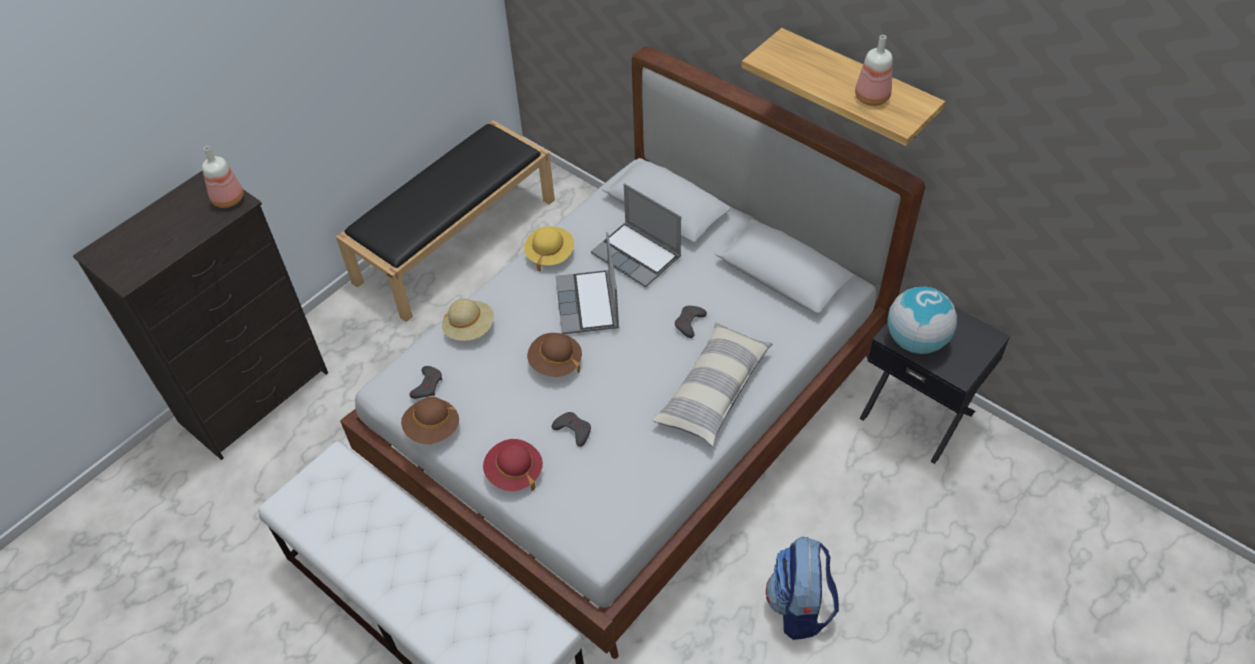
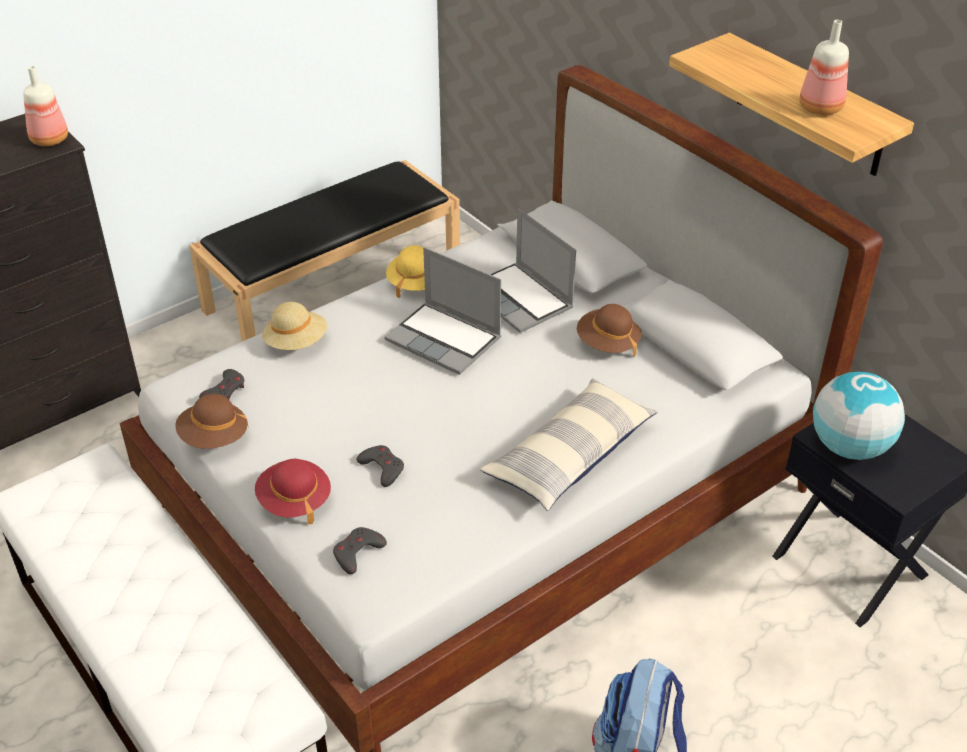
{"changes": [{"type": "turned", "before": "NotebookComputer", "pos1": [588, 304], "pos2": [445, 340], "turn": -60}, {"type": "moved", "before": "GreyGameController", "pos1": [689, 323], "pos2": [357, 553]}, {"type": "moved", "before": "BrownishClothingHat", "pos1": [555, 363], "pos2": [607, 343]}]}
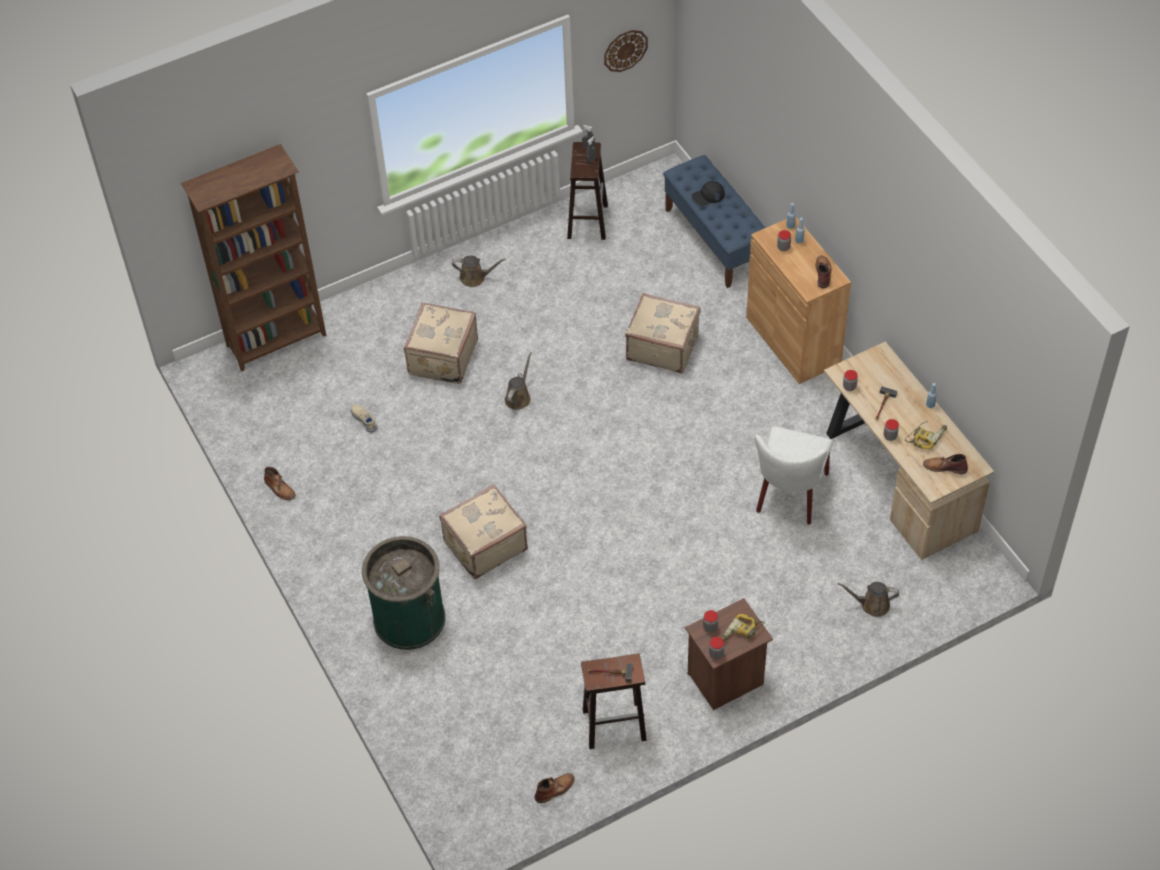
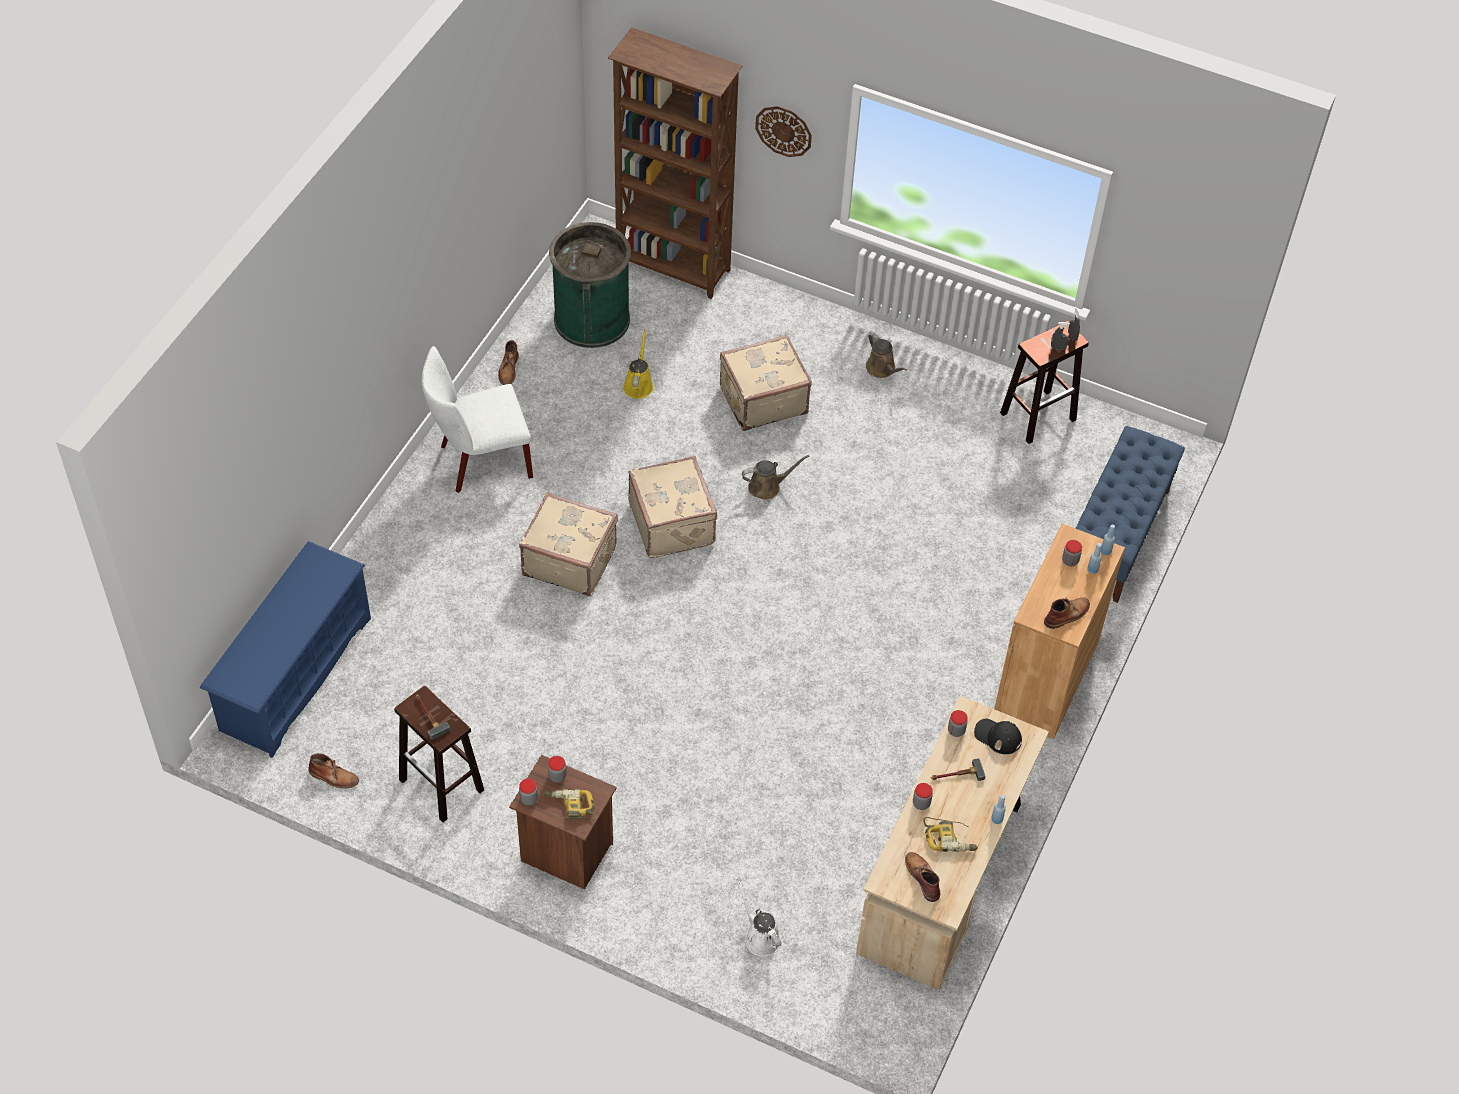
{"changes": [{"type": "moved", "before": "ClockOnTheWall", "pos1": [625, 50], "pos2": [783, 131]}, {"type": "moved", "before": "BlackishPeakedCap", "pos1": [708, 196], "pos2": [997, 736]}, {"type": "moved", "before": "BeigeColouredTravelCase", "pos1": [662, 346], "pos2": [673, 523]}, {"type": "replaced", "before": "BeigeColouredItemOfFootwear", "after": "YellowishWateringPot", "pos1": [364, 419], "pos2": [638, 384]}, {"type": "moved", "before": "WhiteColouredChair", "pos1": [790, 496], "pos2": [480, 461]}, {"type": "moved", "before": "GreenTrashCan", "pos1": [409, 618], "pos2": [592, 319]}, {"type": "recoloured", "before": "BrownishWateringPot", "after": "WhiteColouredWateringPot", "pos1": [872, 605], "pos2": [760, 937]}, {"type": "added", "after": "BluishShoeShelf", "pos2": [295, 674]}]}
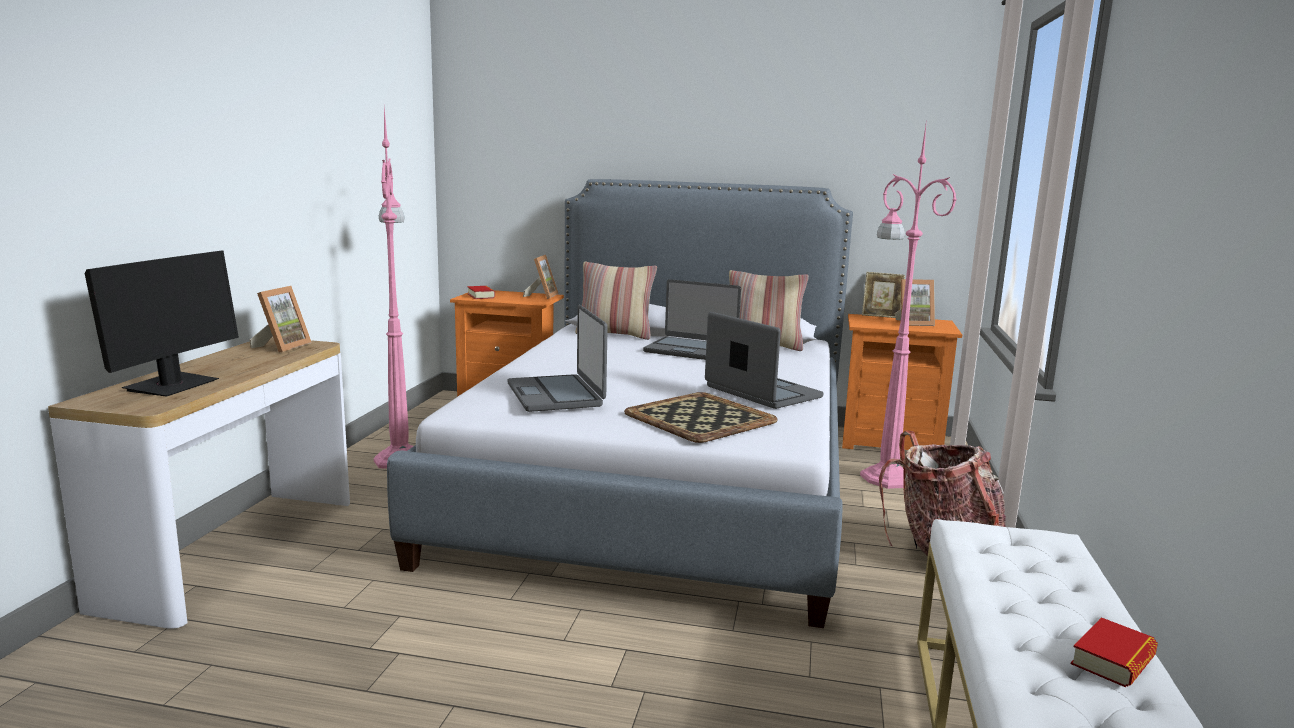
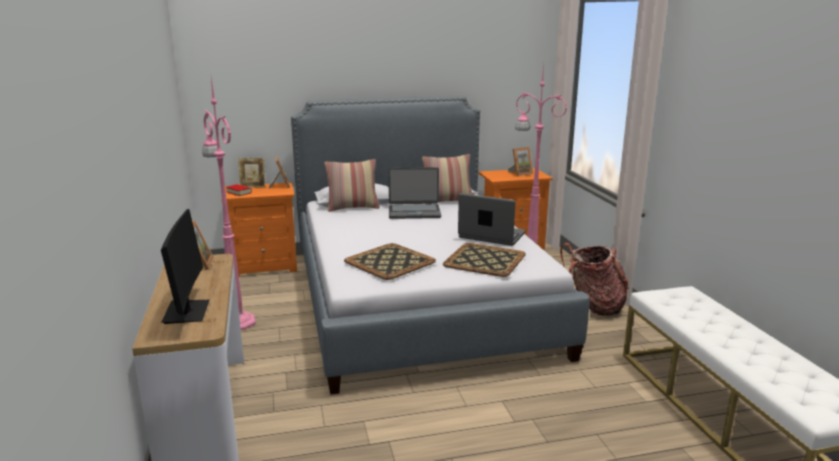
{"changes": [{"type": "moved", "before": "StandingFrame", "pos1": [881, 315], "pos2": [253, 186]}, {"type": "replaced", "before": "NotebookComputer", "after": "ServingTray", "pos1": [556, 395], "pos2": [391, 261]}, {"type": "removed", "before": "Book", "pos1": [1113, 660]}]}
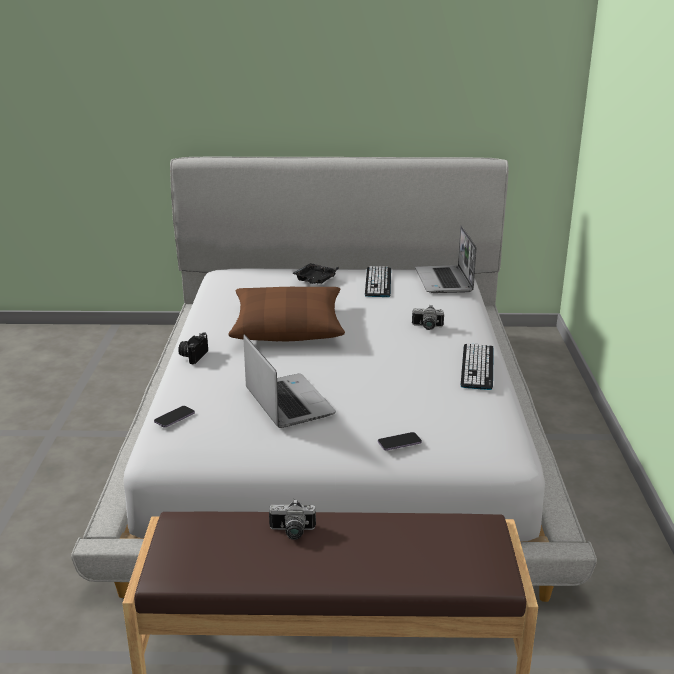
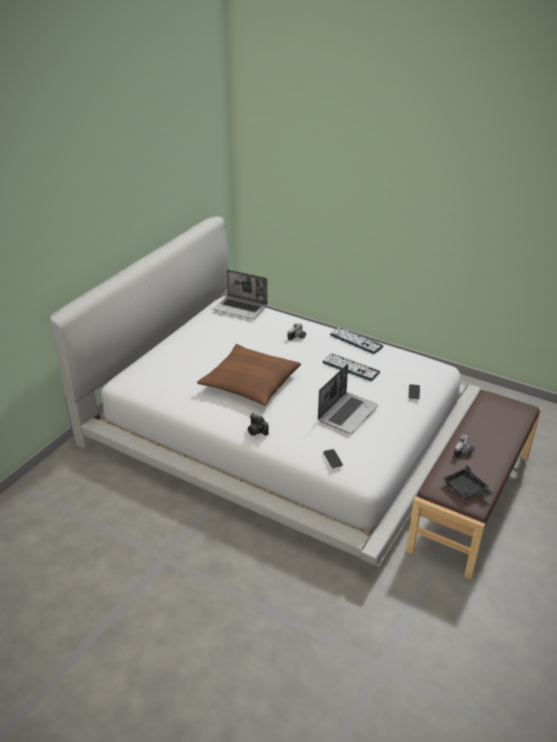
{"changes": [{"type": "moved", "before": "BlackishServingTray", "pos1": [314, 280], "pos2": [466, 489]}, {"type": "moved", "before": "ComputerKeyboard", "pos1": [378, 282], "pos2": [350, 367]}, {"type": "turned", "before": "NotebookComputer", "pos1": [287, 402], "pos2": [347, 413], "turn": 120}]}
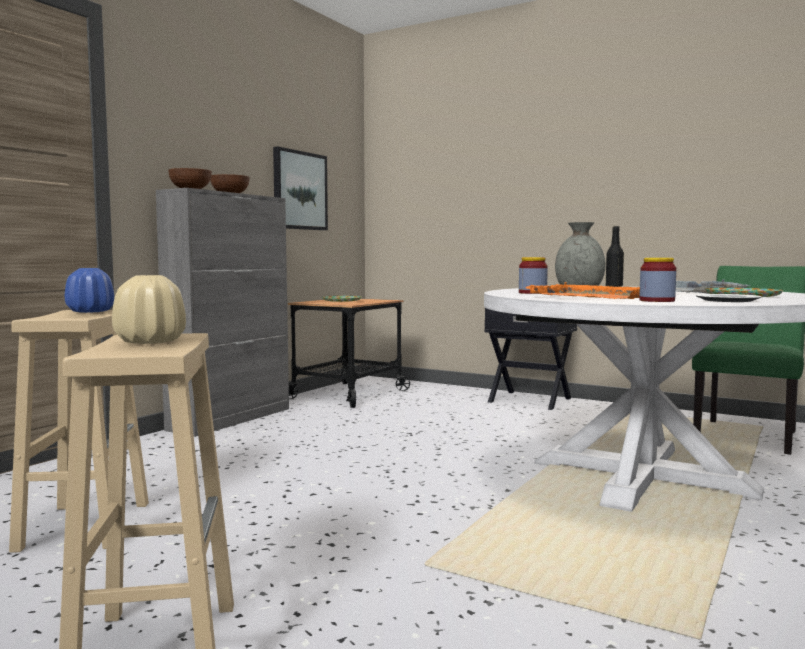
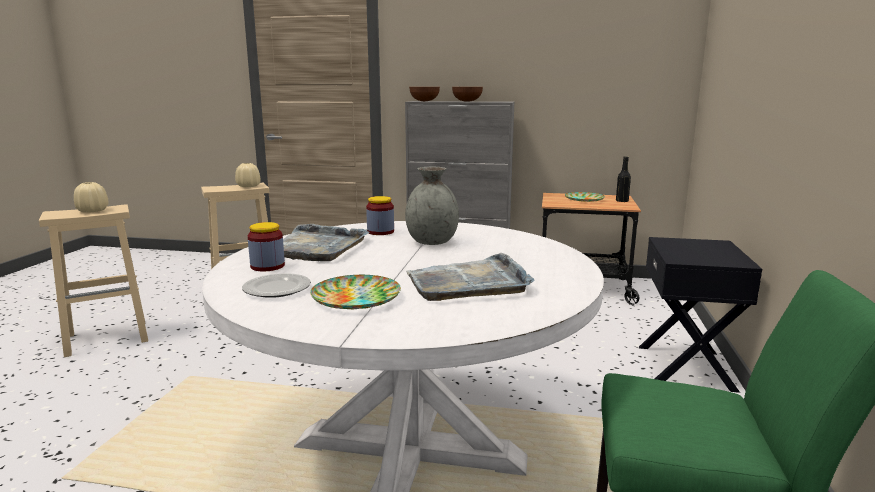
{"changes": [{"type": "removed", "before": "WallArt", "pos1": [299, 190]}, {"type": "moved", "before": "BlackishDrinkBottle", "pos1": [614, 286], "pos2": [622, 201]}, {"type": "recoloured", "before": "BluishDecorativeVase", "after": "BeigeColouredDecorativeVase", "pos1": [91, 312], "pos2": [248, 186]}, {"type": "recoloured", "before": "OrangeColouredServingTray", "after": "GreyServingTray", "pos1": [587, 297], "pos2": [317, 247]}]}
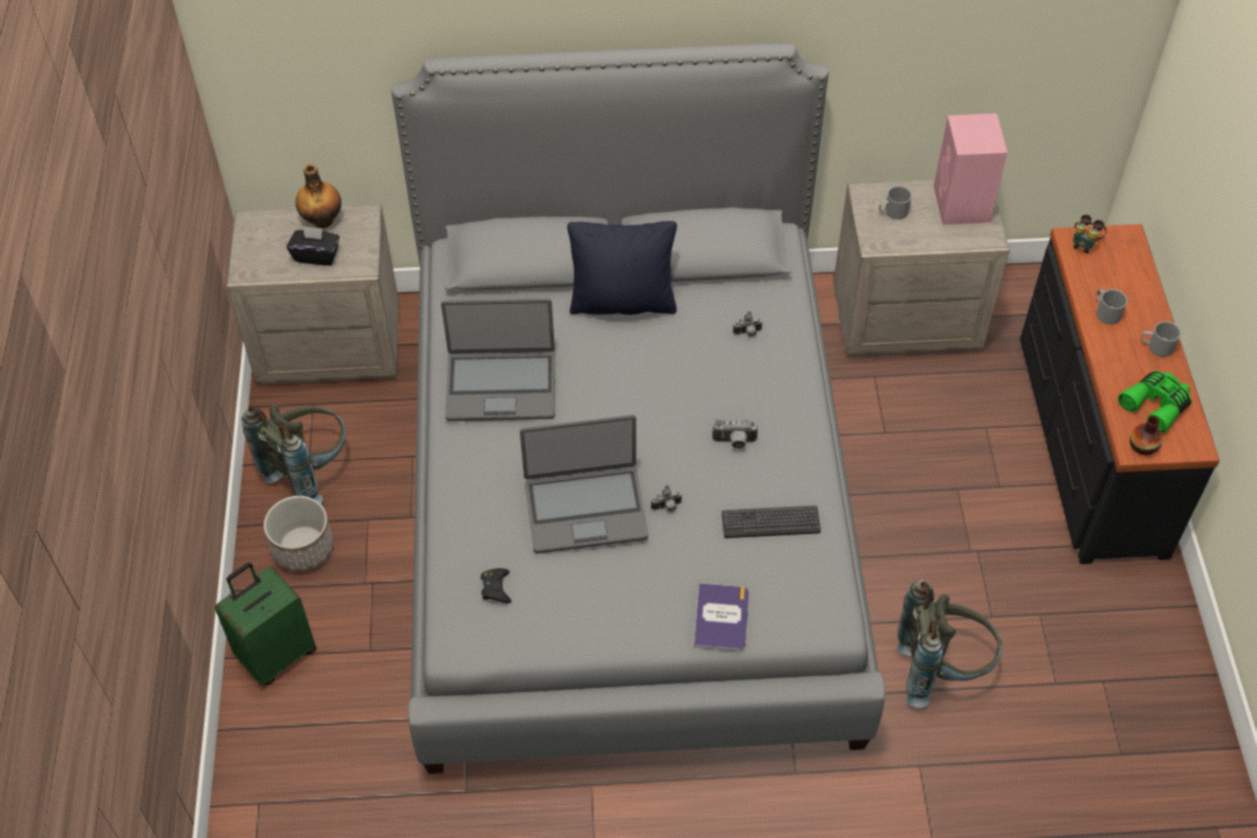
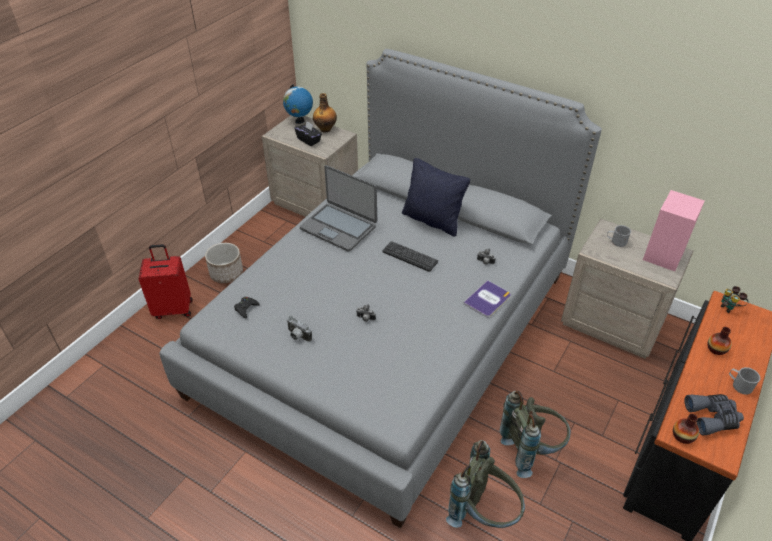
{"changes": [{"type": "replaced", "before": "GreyTeaMug", "after": "DecorativeVase", "pos1": [1106, 312], "pos2": [716, 349]}, {"type": "recoloured", "before": "GreenFieldGlasses", "after": "GreyFieldGlasses", "pos1": [1156, 404], "pos2": [712, 417]}, {"type": "moved", "before": "GreyRucksack", "pos1": [309, 470], "pos2": [531, 449]}, {"type": "removed", "before": "NotebookComputer", "pos1": [585, 509]}, {"type": "moved", "before": "PhotoCamera", "pos1": [734, 442], "pos2": [297, 336]}, {"type": "moved", "before": "ComputerKeyboard", "pos1": [770, 522], "pos2": [410, 256]}, {"type": "recoloured", "before": "GreenTravelCase", "after": "RedColouredTravelCase", "pos1": [276, 654], "pos2": [173, 309]}, {"type": "moved", "before": "Book", "pos1": [721, 618], "pos2": [487, 299]}, {"type": "added", "after": "DeskGlobe", "pos2": [299, 121]}]}
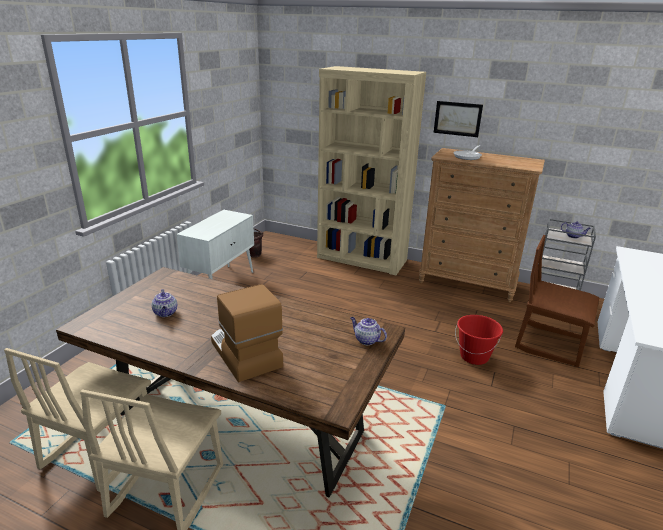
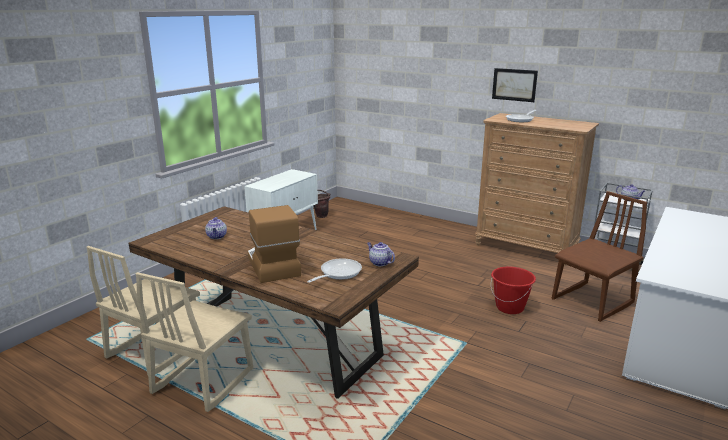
{"changes": [{"type": "removed", "before": "BeigeColouredBookshelf", "pos1": [362, 259]}, {"type": "turned", "before": "BrownishChair", "pos1": [549, 343], "pos2": [593, 302], "turn": 105}, {"type": "added", "after": "FryingPan", "pos2": [338, 273]}]}
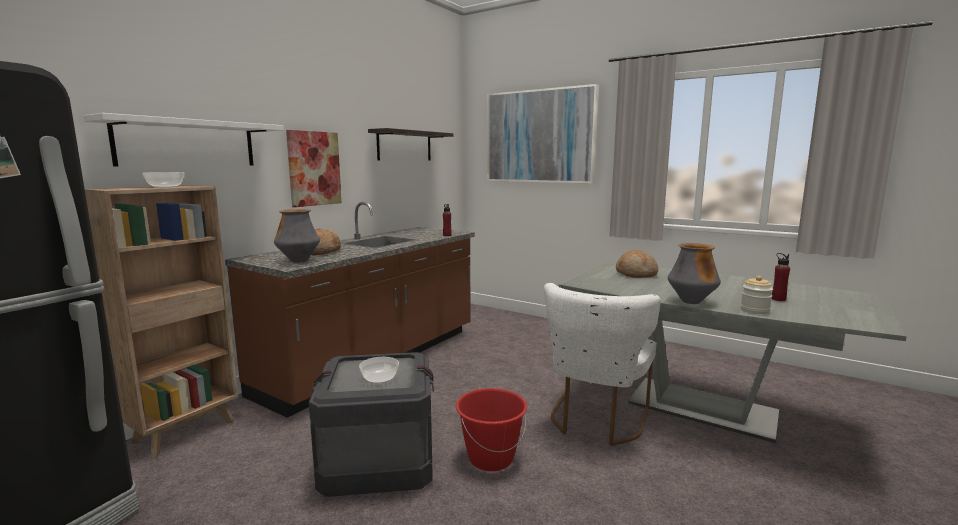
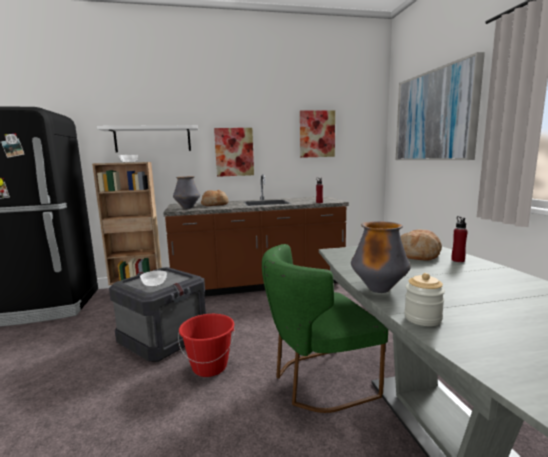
{"changes": [{"type": "replaced", "before": "Shelf", "after": "WallArt", "pos1": [404, 146], "pos2": [317, 134]}, {"type": "moved", "before": "RedColouredDrinkBottle", "pos1": [778, 299], "pos2": [457, 260]}, {"type": "recoloured", "before": "WhiteColouredChair", "after": "GreenChair", "pos1": [595, 421], "pos2": [317, 381]}]}
